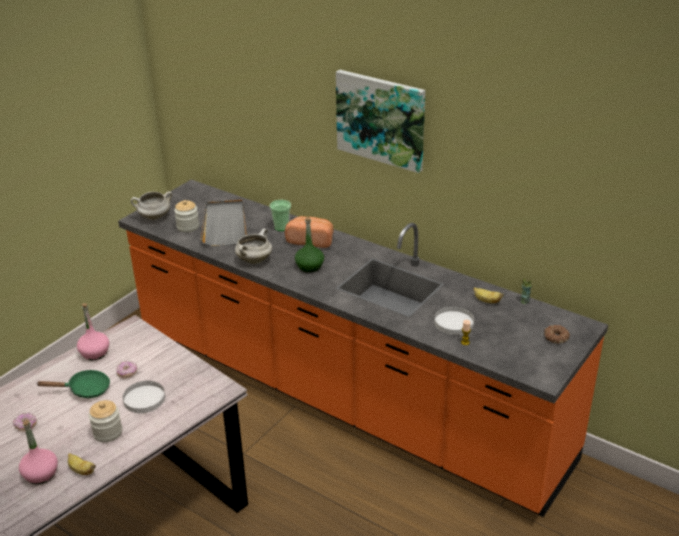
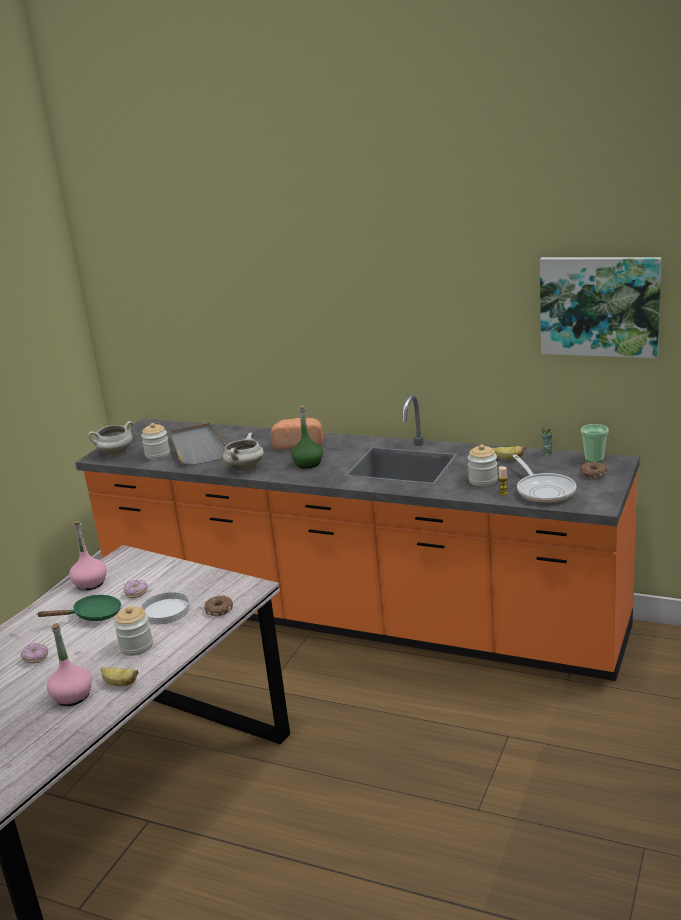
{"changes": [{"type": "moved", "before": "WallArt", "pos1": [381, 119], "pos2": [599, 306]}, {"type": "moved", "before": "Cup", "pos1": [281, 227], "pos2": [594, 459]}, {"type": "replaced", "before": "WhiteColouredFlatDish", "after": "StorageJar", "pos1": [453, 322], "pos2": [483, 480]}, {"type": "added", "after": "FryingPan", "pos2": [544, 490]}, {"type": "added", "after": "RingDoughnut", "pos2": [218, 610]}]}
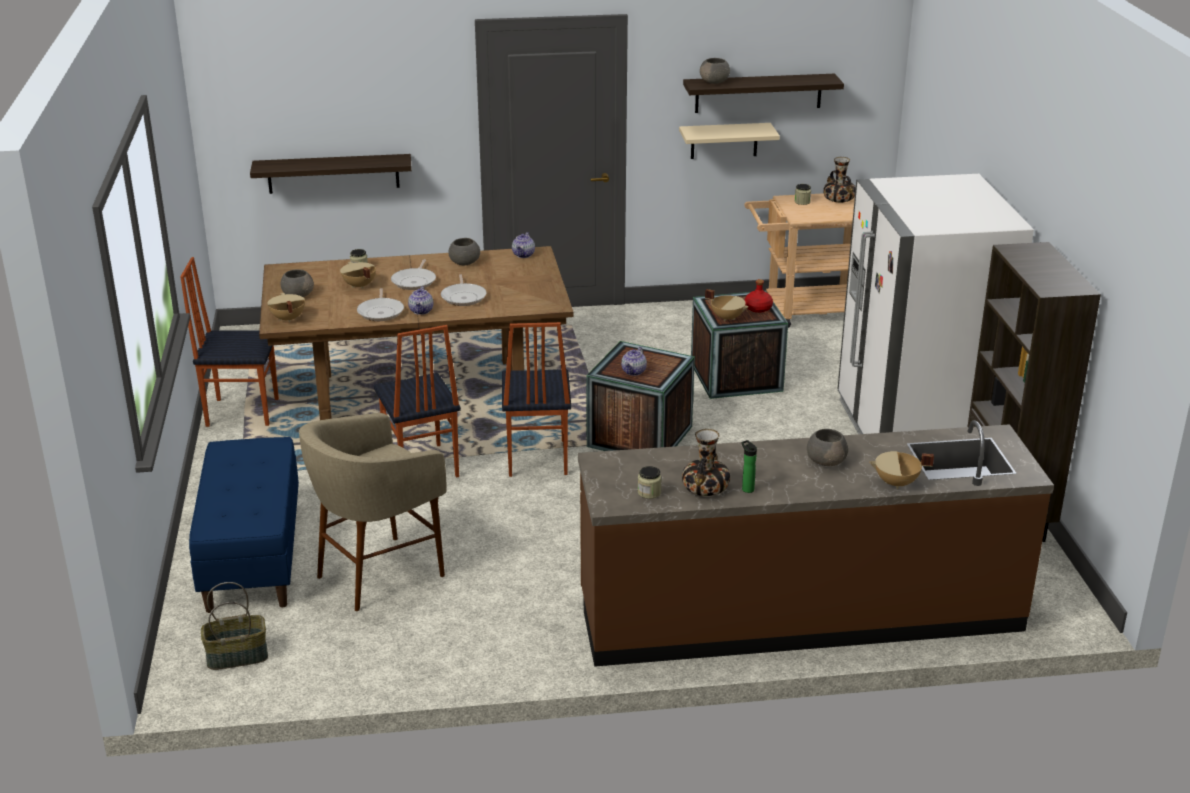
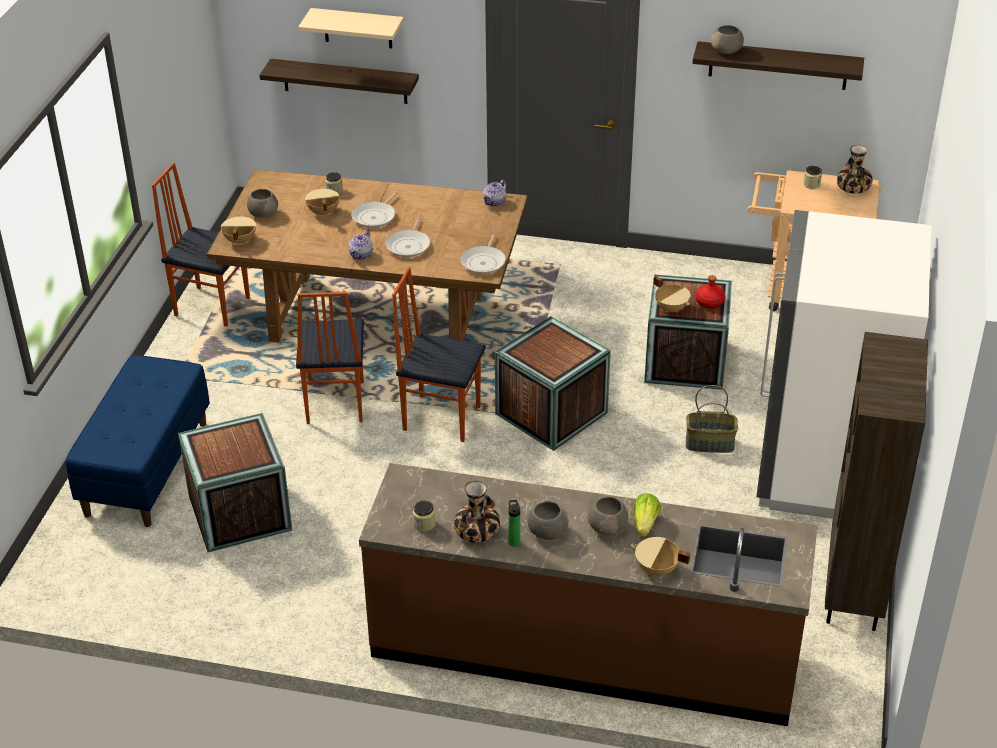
{"changes": [{"type": "moved", "before": "BeigeColouredShelf", "pos1": [724, 140], "pos2": [358, 28]}, {"type": "moved", "before": "GreyDeepDish", "pos1": [464, 263], "pos2": [546, 531]}, {"type": "moved", "before": "FryingPan", "pos1": [381, 312], "pos2": [484, 262]}, {"type": "turned", "before": "Chair", "pos1": [536, 459], "pos2": [441, 417], "turn": 90}, {"type": "removed", "before": "Teapot", "pos1": [634, 372]}, {"type": "replaced", "before": "BeigeColouredStool", "after": "Crate", "pos1": [378, 575], "pos2": [240, 513]}, {"type": "moved", "before": "Basket", "pos1": [237, 656], "pos2": [710, 443]}, {"type": "added", "after": "HeadOfLettuce", "pos2": [645, 523]}]}
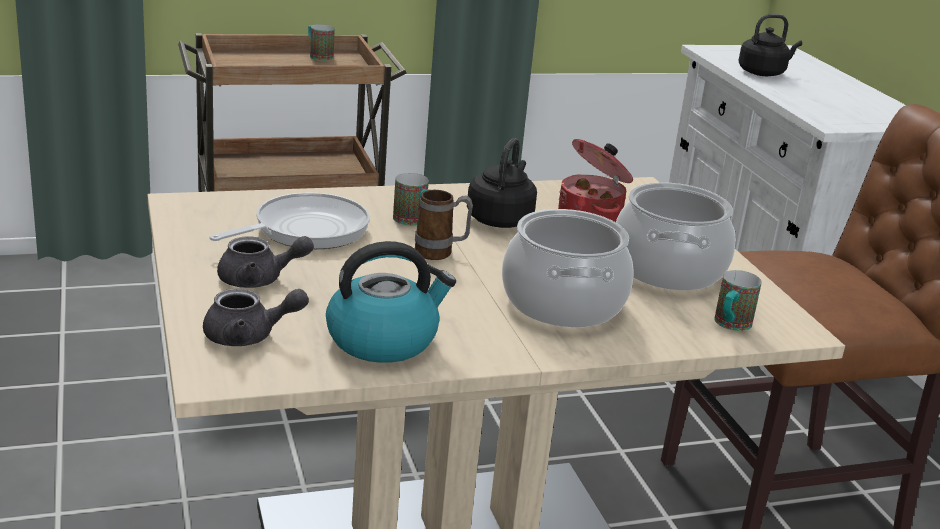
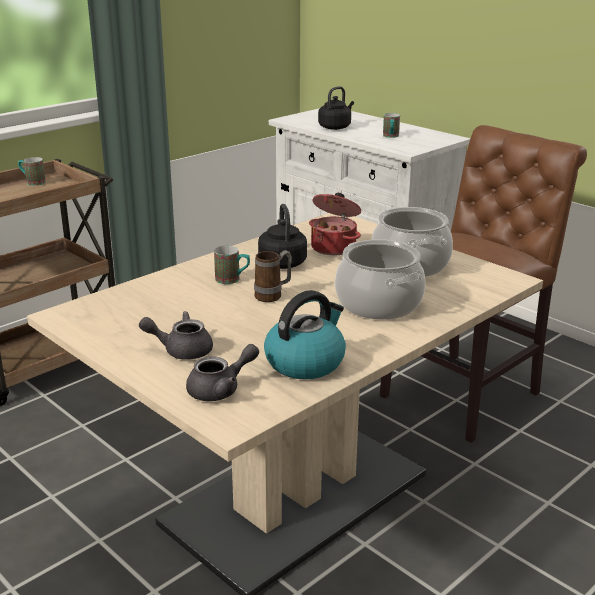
{"changes": [{"type": "removed", "before": "FryingPan", "pos1": [305, 230]}, {"type": "turned", "before": "GreyTeapot", "pos1": [259, 280], "pos2": [181, 350], "turn": -150}, {"type": "moved", "before": "TeaMug", "pos1": [730, 325], "pos2": [391, 136]}]}
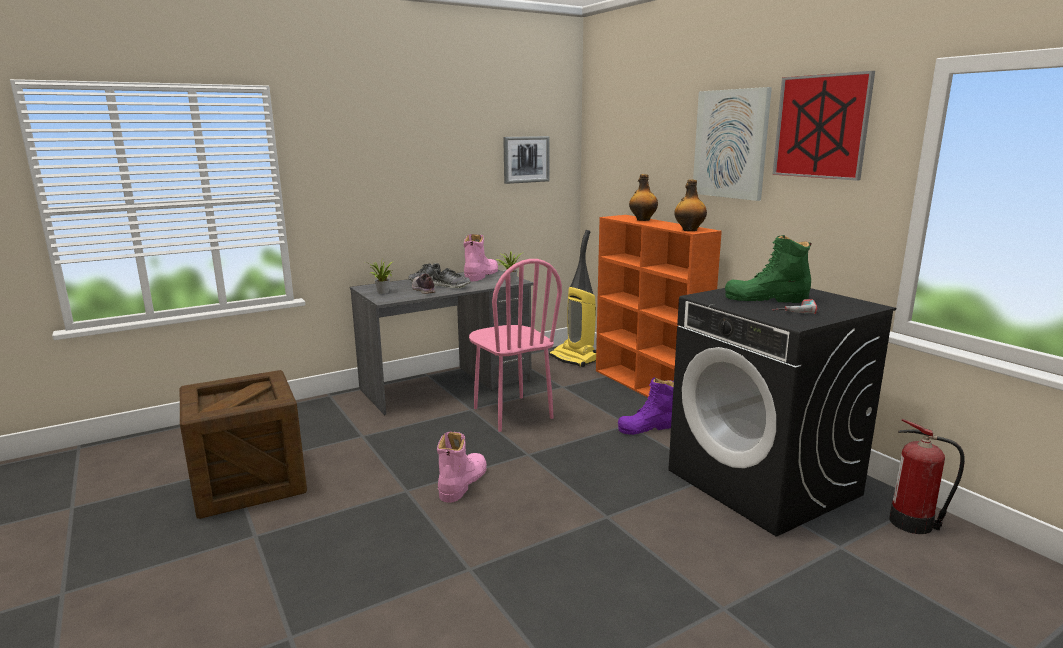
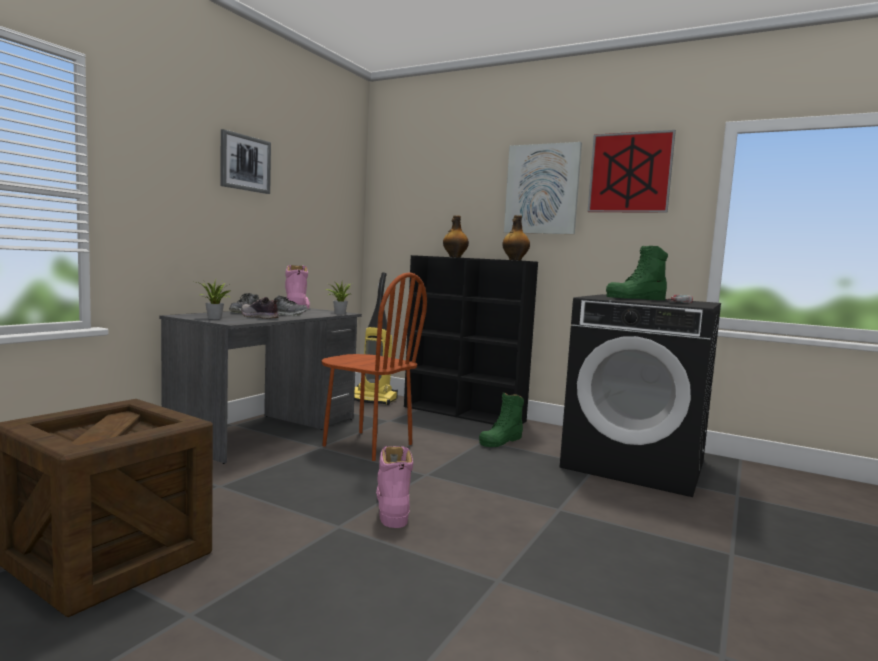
{"changes": [{"type": "moved", "before": "WallArt", "pos1": [526, 159], "pos2": [245, 163]}, {"type": "recoloured", "before": "OrangeColouredBookshelf", "after": "BlackishBookshelf", "pos1": [649, 387], "pos2": [464, 414]}, {"type": "recoloured", "before": "PinkChair", "after": "BrownishChair", "pos1": [512, 413], "pos2": [367, 445]}, {"type": "recoloured", "before": "PurpleBoot", "after": "GreenBoot", "pos1": [647, 427], "pos2": [501, 440]}, {"type": "removed", "before": "FireFightingCylinder", "pos1": [913, 523]}]}
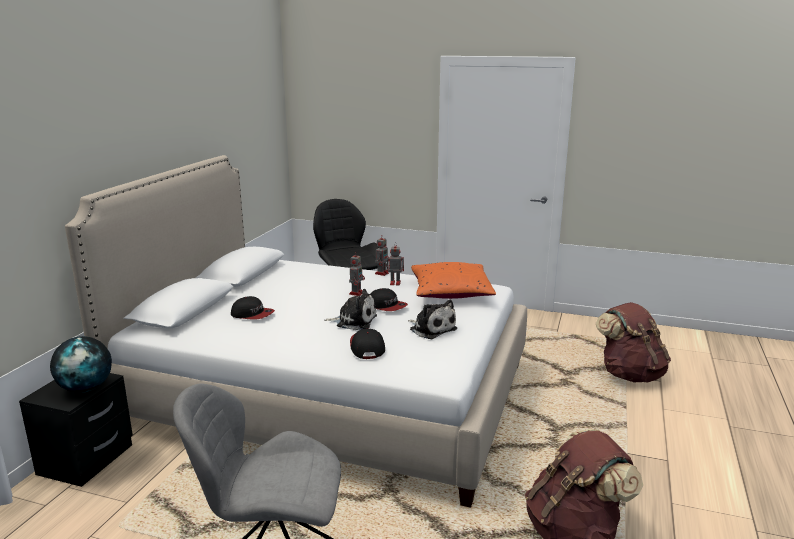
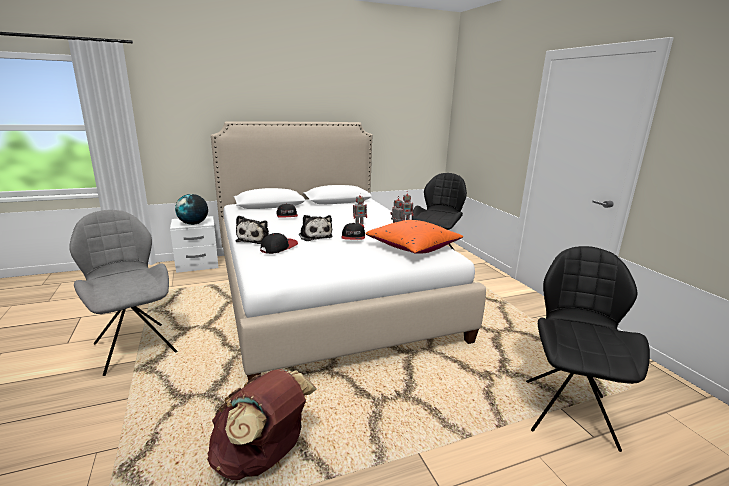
{"changes": [{"type": "moved", "before": "PlushToy", "pos1": [431, 329], "pos2": [255, 239]}, {"type": "replaced", "before": "BrownishRucksack", "after": "BlackishChair", "pos1": [630, 374], "pos2": [568, 410]}, {"type": "recoloured", "before": "BlackishNightTable", "after": "WhiteColouredNightTable", "pos1": [87, 460], "pos2": [197, 265]}]}
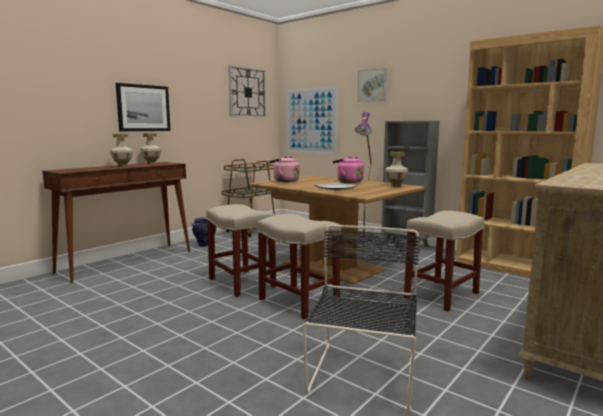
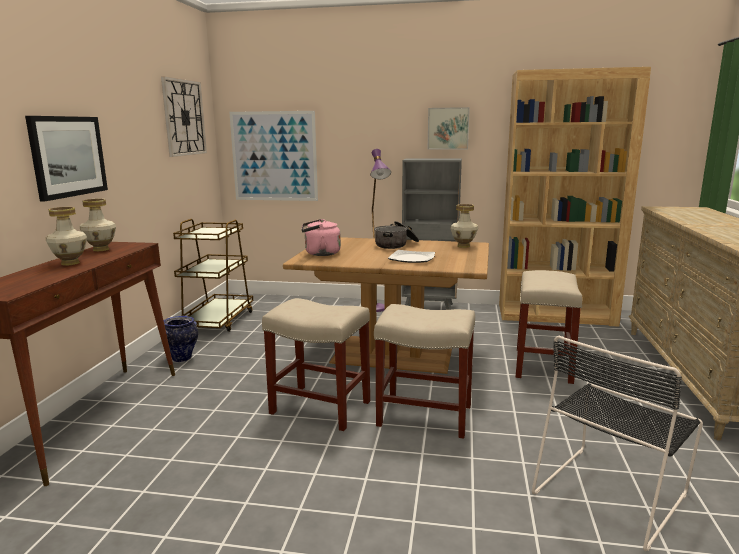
{"changes": [{"type": "moved", "before": "WallArt", "pos1": [372, 85], "pos2": [448, 128]}, {"type": "replaced", "before": "PinkTeaKettle", "after": "CookingPot", "pos1": [348, 181], "pos2": [396, 244]}, {"type": "turned", "before": "BlackishChair", "pos1": [362, 376], "pos2": [611, 491], "turn": -120}]}
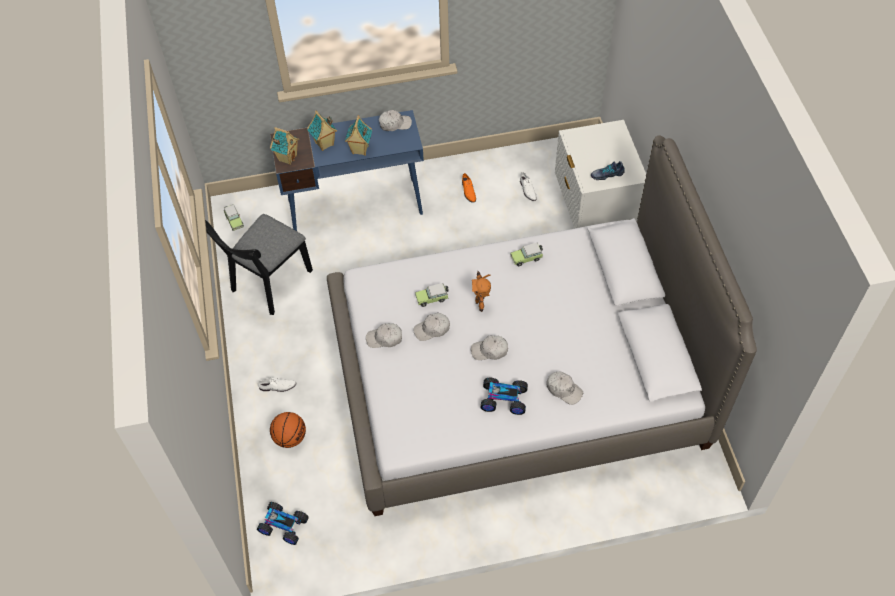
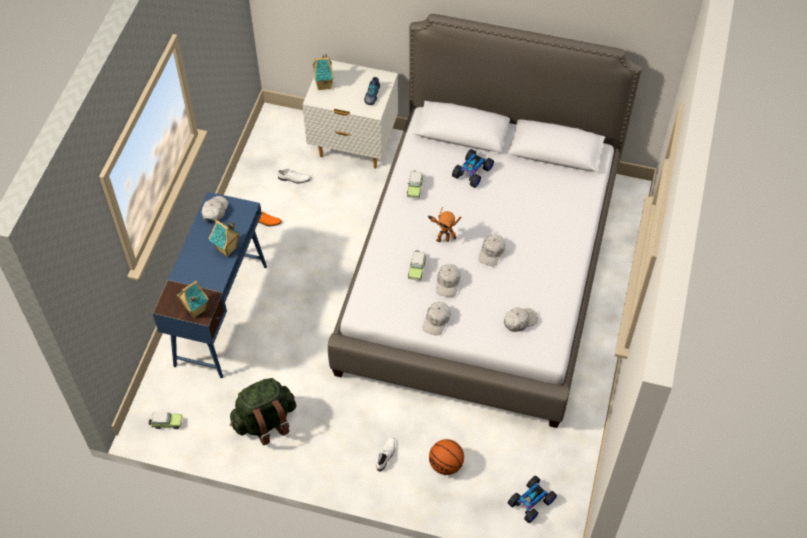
{"changes": [{"type": "moved", "before": "ModelHouse", "pos1": [324, 144], "pos2": [324, 85]}, {"type": "replaced", "before": "BlackishChair", "after": "GreenRucksack", "pos1": [268, 285], "pos2": [265, 421]}, {"type": "moved", "before": "WhiteColouredPeakedCap", "pos1": [564, 389], "pos2": [520, 321]}, {"type": "moved", "before": "MiniatureCar", "pos1": [504, 400], "pos2": [473, 172]}]}
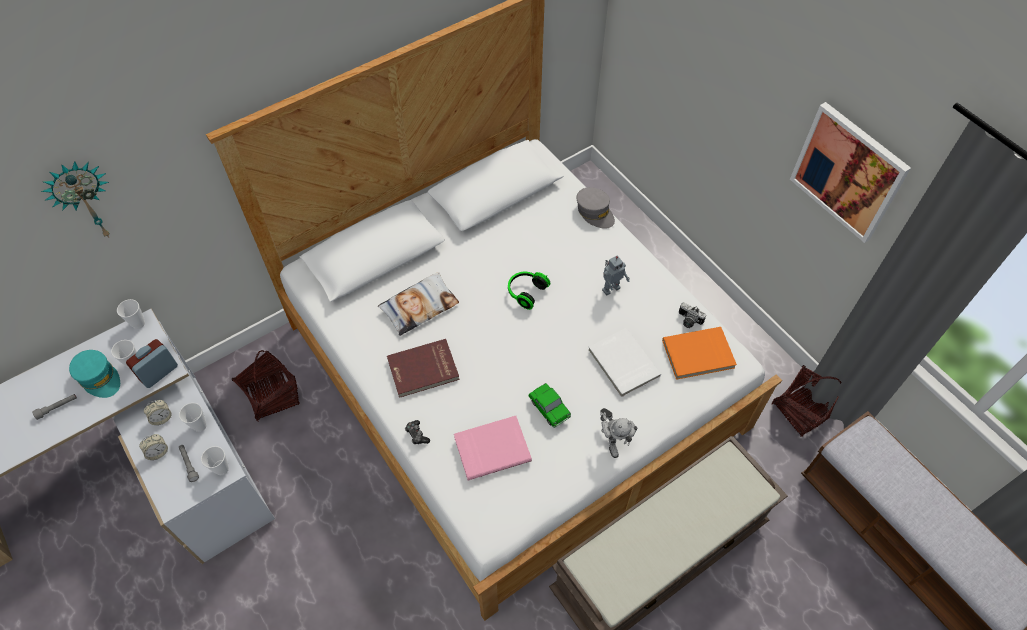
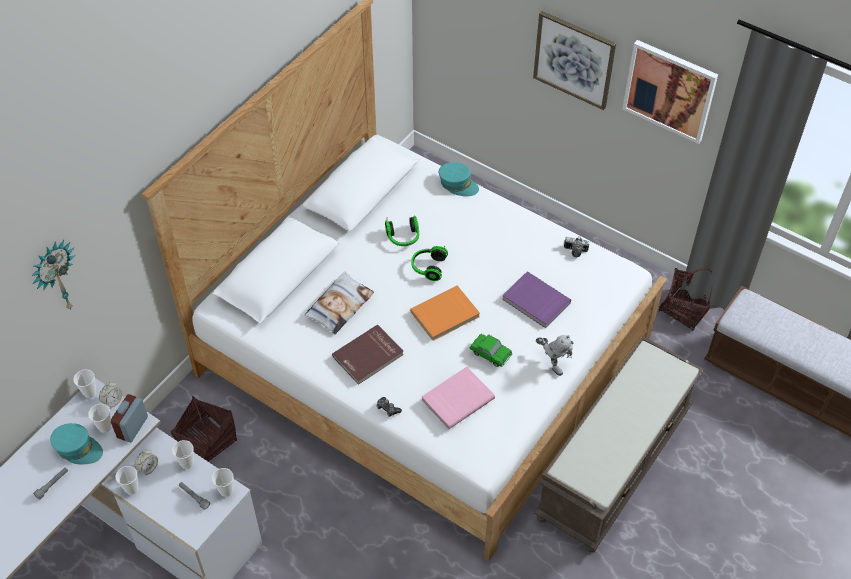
{"changes": [{"type": "recoloured", "before": "GreyPeakedCap", "after": "TurquoiseColouredPeakedCap", "pos1": [595, 212], "pos2": [458, 184]}, {"type": "removed", "before": "ToyRobot", "pos1": [610, 288]}, {"type": "moved", "before": "OrangeColouredBook", "pos1": [698, 355], "pos2": [445, 315]}, {"type": "recoloured", "before": "WhiteColouredBook", "after": "PurpleBook", "pos1": [622, 364], "pos2": [535, 301]}, {"type": "moved", "before": "TableClock", "pos1": [158, 452], "pos2": [113, 401]}, {"type": "added", "after": "WallArt", "pos2": [574, 59]}, {"type": "added", "after": "PairOfHeadphones", "pos2": [403, 238]}, {"type": "added", "after": "Cup", "pos2": [131, 489]}]}
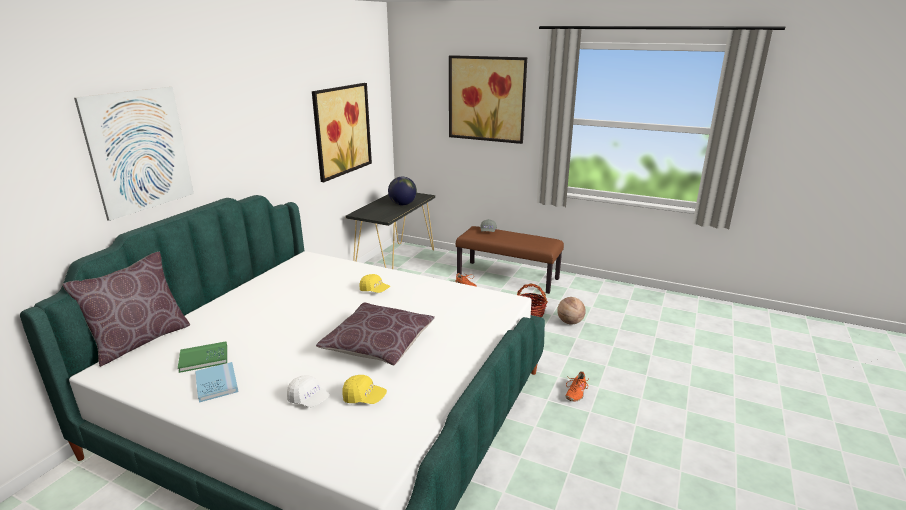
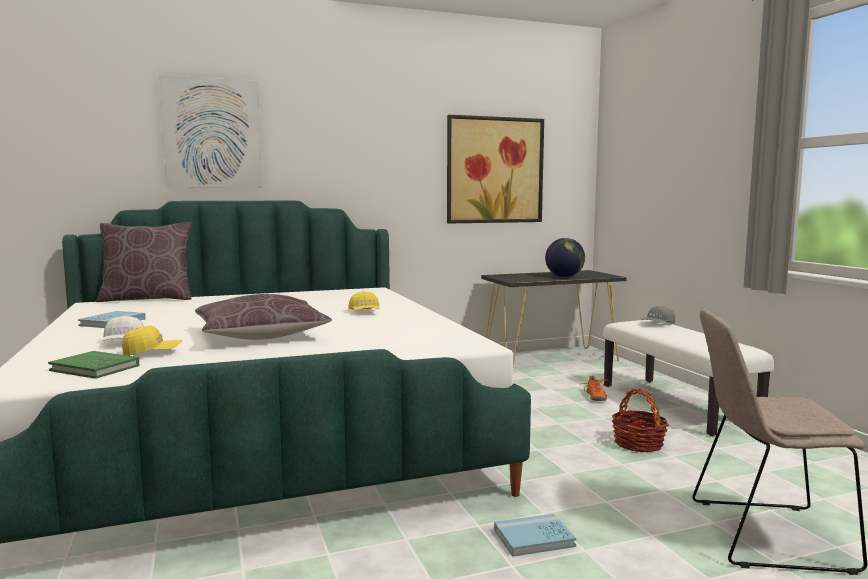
{"changes": [{"type": "removed", "before": "WallArt", "pos1": [486, 99]}, {"type": "recoloured", "before": "BrownishLongSeat", "after": "WhiteColouredLongSeat", "pos1": [508, 277], "pos2": [677, 405]}, {"type": "removed", "before": "BallForBasketball", "pos1": [570, 322]}, {"type": "moved", "before": "GreenBook", "pos1": [204, 359], "pos2": [94, 368]}, {"type": "replaced", "before": "OrangeColouredItemOfFootwear", "after": "BluishBook", "pos1": [575, 392], "pos2": [534, 538]}, {"type": "turned", "before": "YellowishPeakedCap", "pos1": [364, 398], "pos2": [152, 353], "turn": -75}, {"type": "added", "after": "BeigeColouredChair", "pos2": [763, 534]}]}
